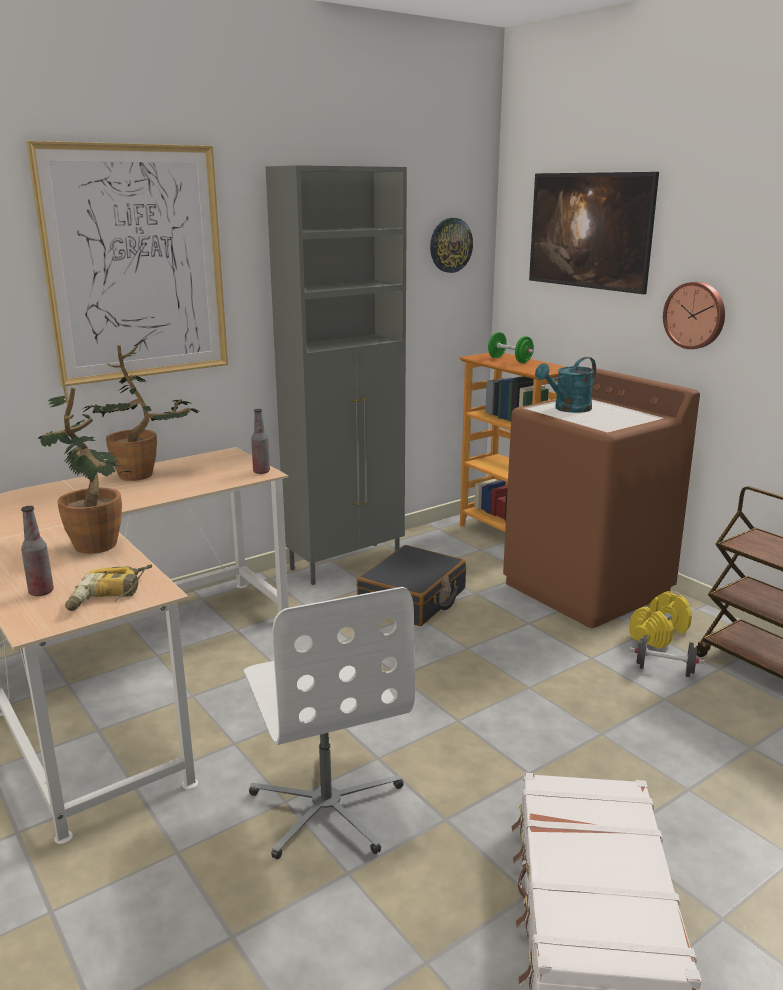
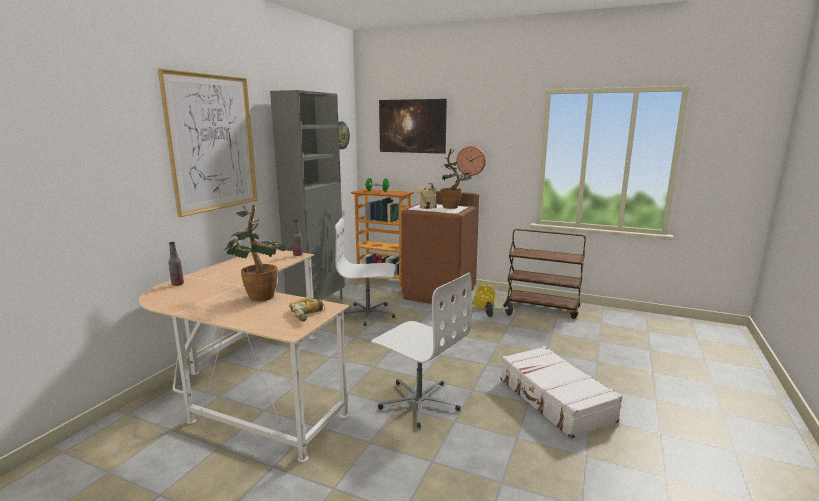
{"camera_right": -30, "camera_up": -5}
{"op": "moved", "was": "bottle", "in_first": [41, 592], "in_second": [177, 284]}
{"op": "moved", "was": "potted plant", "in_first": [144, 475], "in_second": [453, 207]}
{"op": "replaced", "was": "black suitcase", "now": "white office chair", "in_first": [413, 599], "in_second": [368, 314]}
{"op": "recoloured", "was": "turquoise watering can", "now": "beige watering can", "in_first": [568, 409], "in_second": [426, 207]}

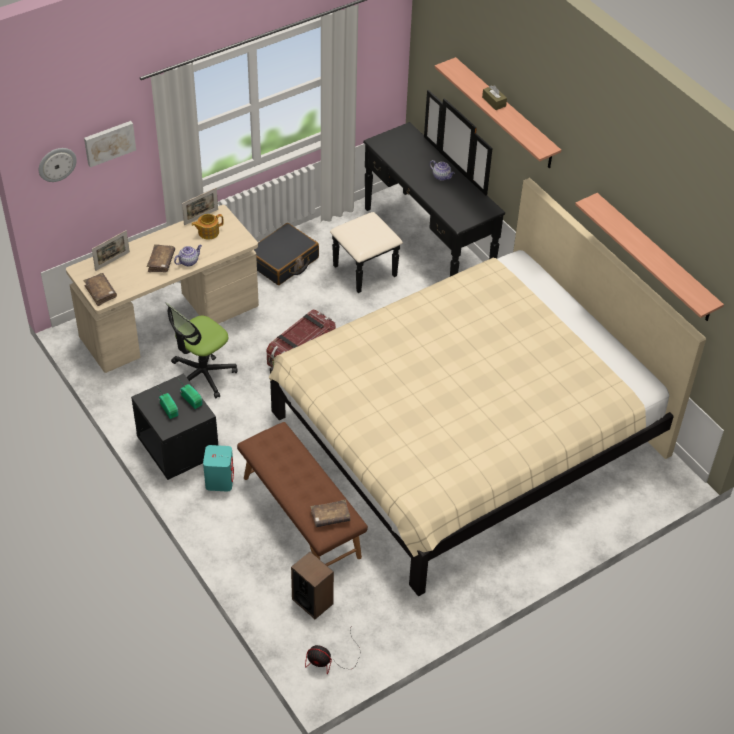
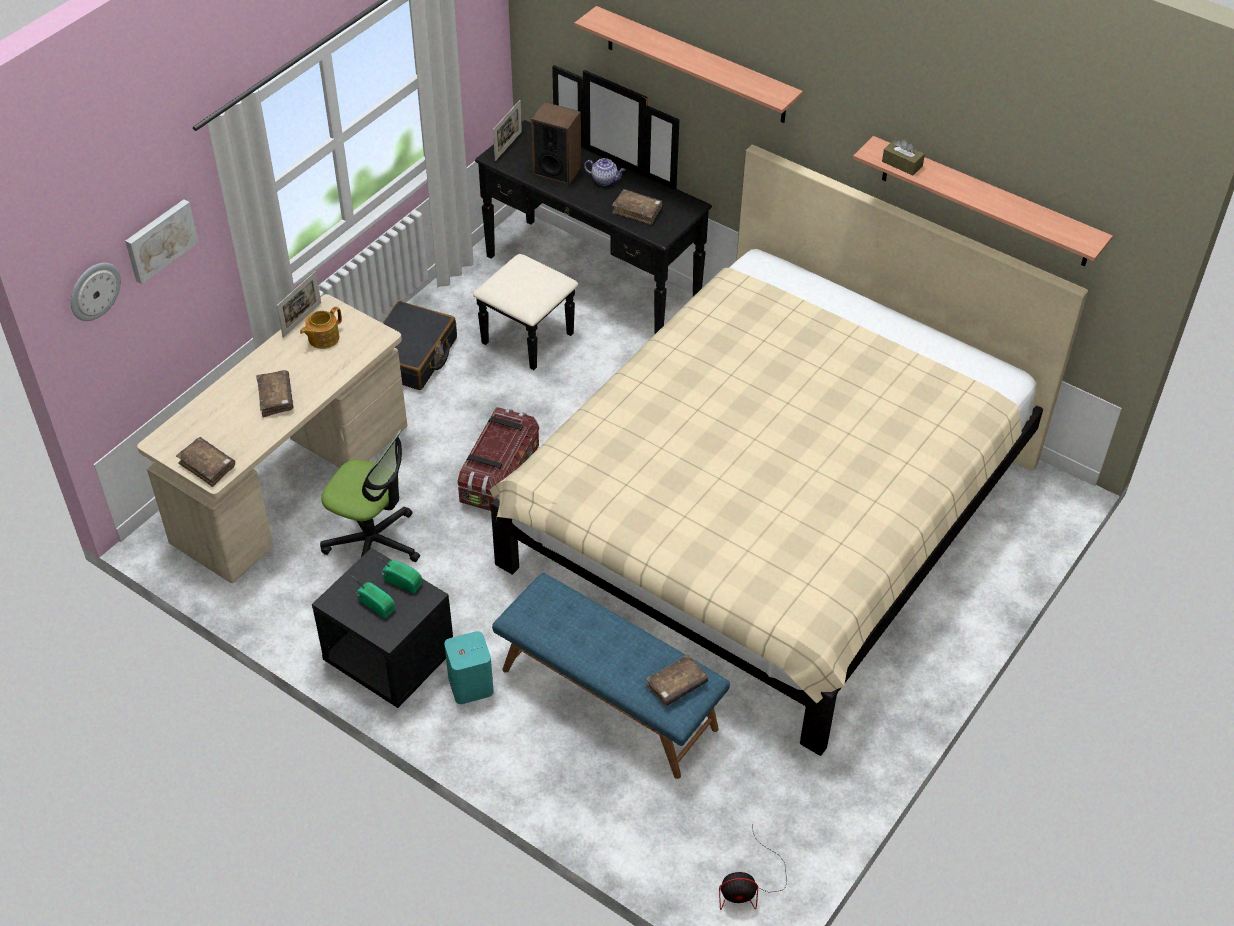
{"camera_right": -20, "camera_up": 0}
{"op": "removed", "was": "teapot", "in_first": [189, 261]}
{"op": "added", "now": "brown book", "in_second": [637, 211]}
{"op": "moved", "was": "picture frame", "in_first": [112, 261], "in_second": [508, 146]}
{"op": "moved", "was": "speaker", "in_first": [312, 601], "in_second": [557, 171]}
{"op": "moved", "was": "brown tissue box", "in_first": [494, 102], "in_second": [902, 164]}
{"op": "recoloured", "was": "brown bench", "now": "blue bench", "in_first": [302, 516], "in_second": [610, 698]}
{"op": "turned", "was": "office chair", "in_first": [202, 375], "in_second": [373, 544], "clockwise": -90}

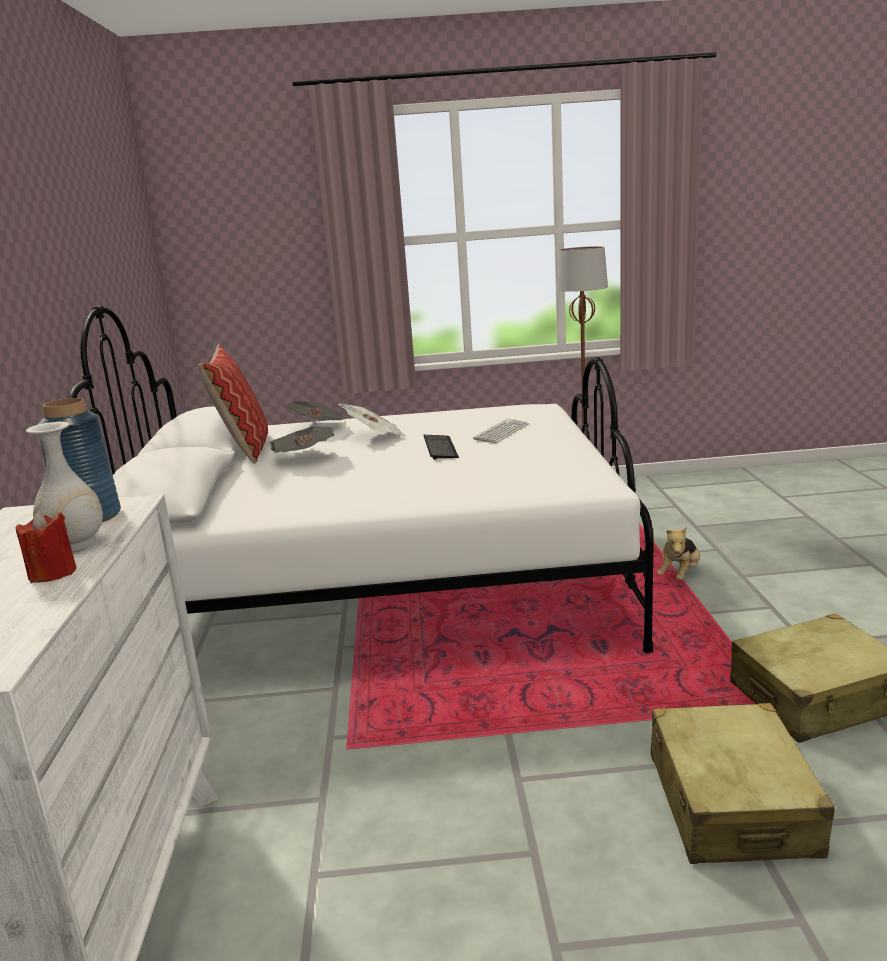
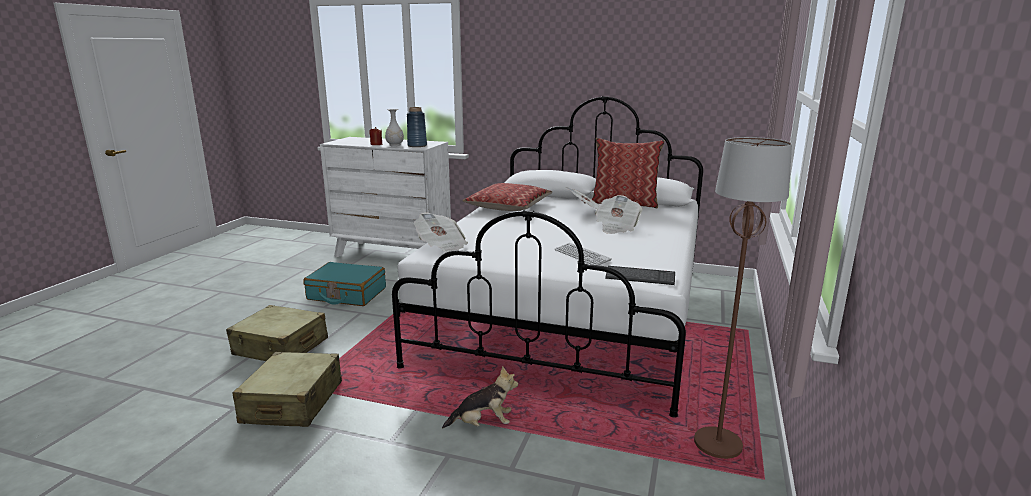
{"camera_right": 110, "camera_up": 0}
{"op": "added", "now": "turquoise suitcase", "in_second": [346, 294]}
{"op": "added", "now": "pillow", "in_second": [508, 206]}
{"op": "moved", "was": "newspaper", "in_first": [319, 427], "in_second": [441, 247]}
{"op": "moved", "was": "keyboard", "in_first": [440, 448], "in_second": [640, 277]}
{"op": "turned", "was": "plush toy", "in_first": [679, 574], "in_second": [483, 424], "clockwise": 120}

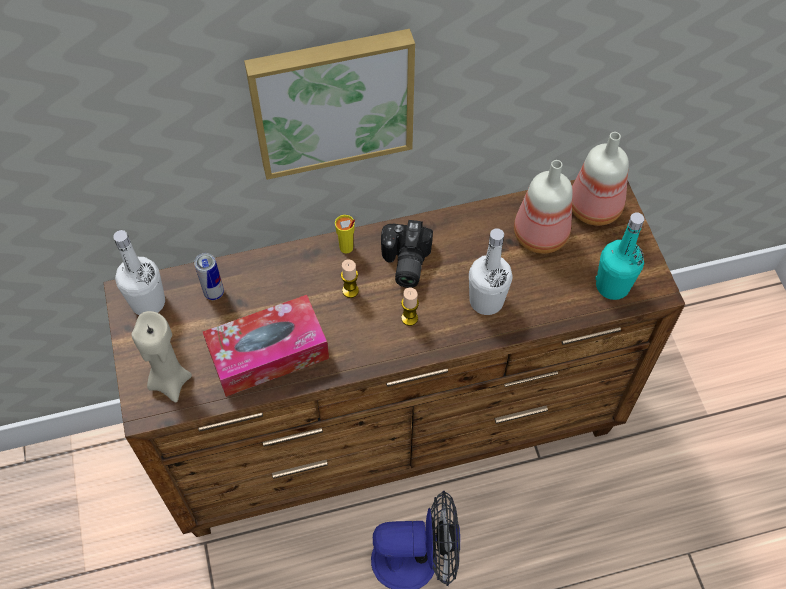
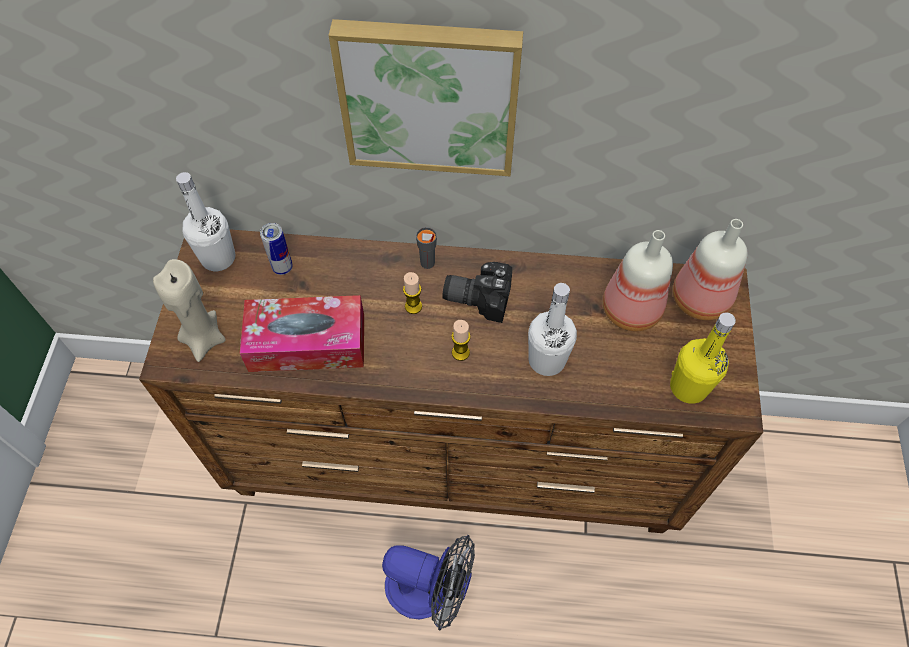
{"camera_right": 20, "camera_up": 0}
{"op": "recoloured", "was": "yellow cup", "now": "grey cup", "in_first": [346, 248], "in_second": [427, 263]}
{"op": "recoloured", "was": "turquoise bottle", "now": "yellow bottle", "in_first": [612, 286], "in_second": [688, 387]}
{"op": "turned", "was": "photo camera", "in_first": [403, 263], "in_second": [478, 295], "clockwise": 75}

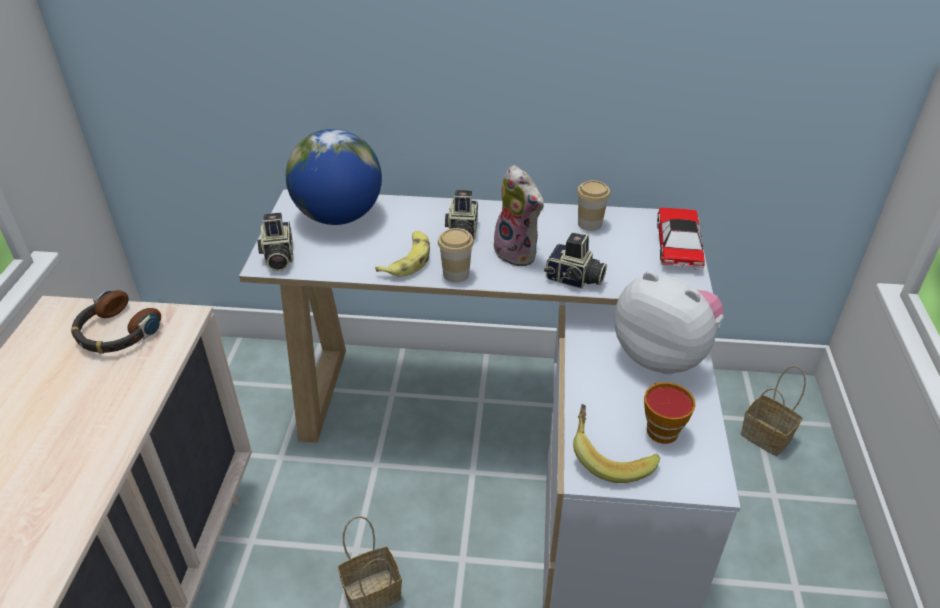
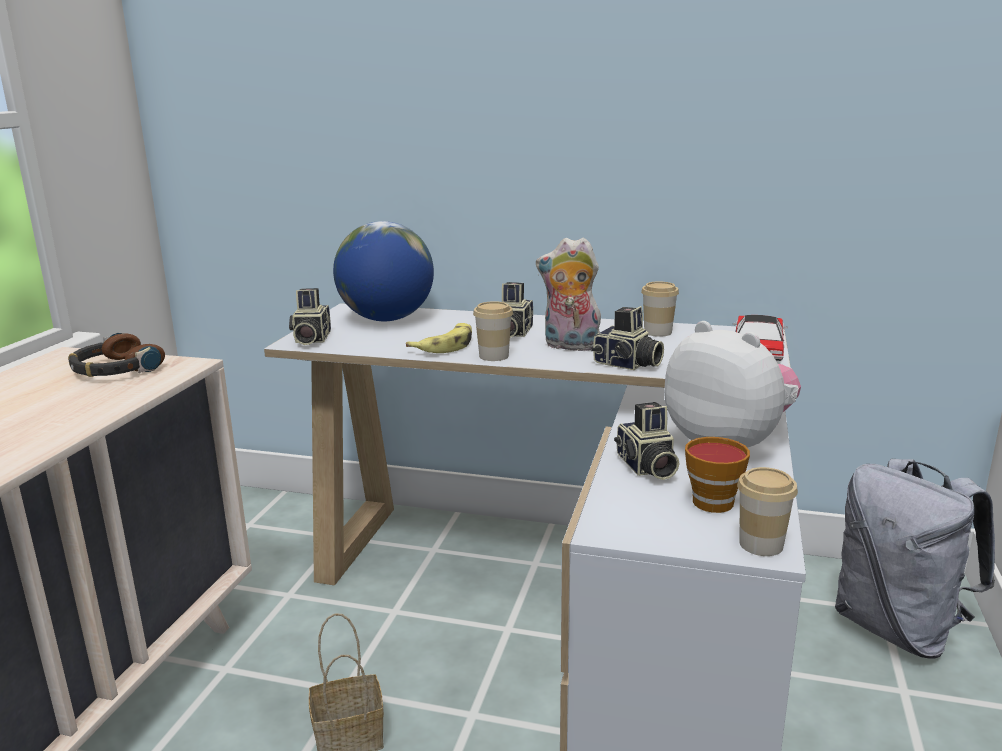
{"camera_right": 10, "camera_up": -20}
{"op": "removed", "was": "banana", "in_first": [610, 456]}
{"op": "added", "now": "photo camera", "in_second": [646, 467]}
{"op": "added", "now": "cup", "in_second": [761, 544]}
{"op": "replaced", "was": "basket", "now": "grey backpack", "in_first": [767, 437], "in_second": [898, 629]}
{"op": "turned", "was": "plush toy", "in_first": [518, 253], "in_second": [570, 346], "clockwise": 135}

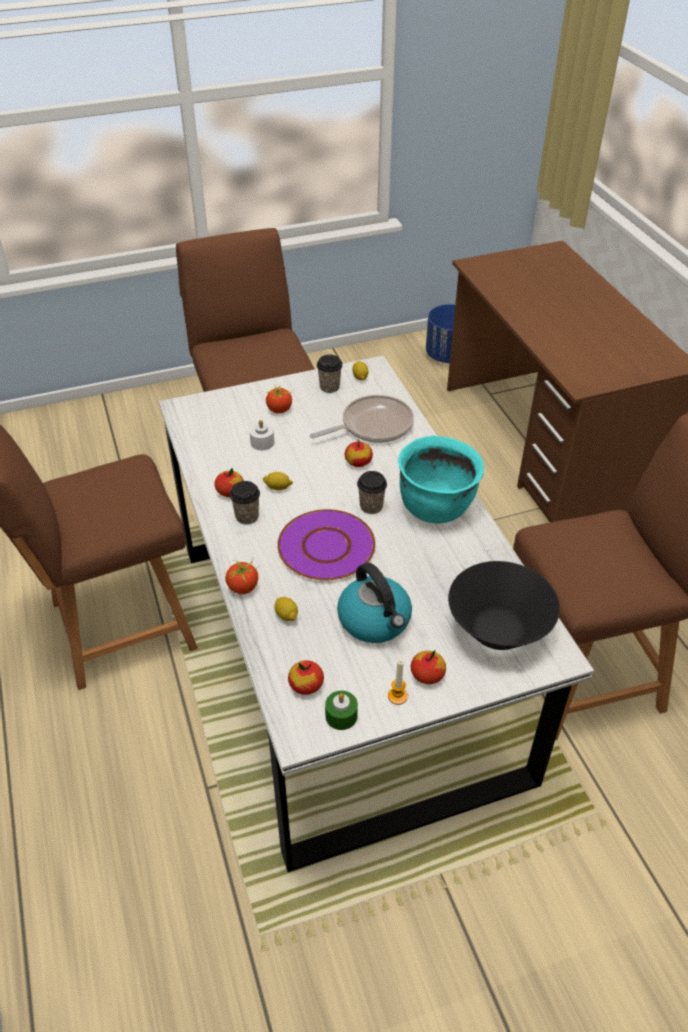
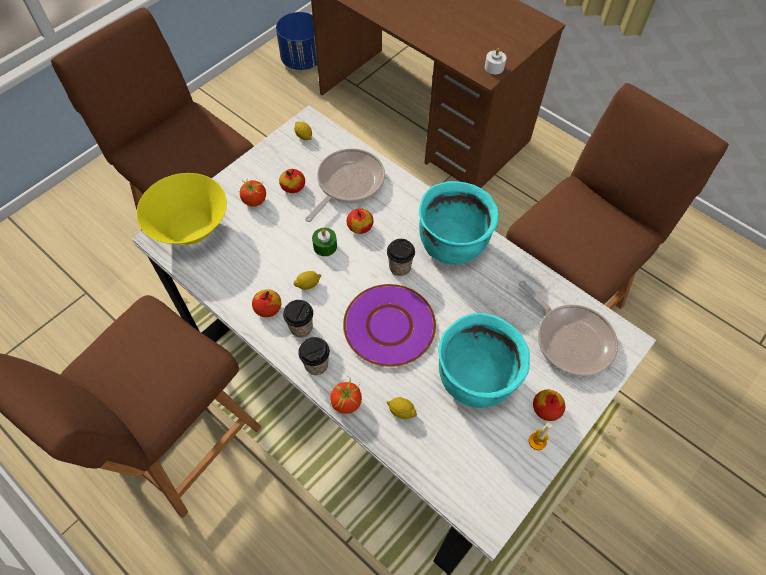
{"camera_right": -30, "camera_up": 15}
{"op": "added", "now": "yellow bowl", "in_second": [191, 229]}
{"op": "moved", "was": "white candle", "in_first": [262, 442], "in_second": [494, 67]}
{"op": "moved", "was": "apple", "in_first": [306, 685], "in_second": [293, 187]}
{"op": "moved", "was": "cup", "in_first": [329, 387], "in_second": [316, 365]}
{"op": "moved", "was": "green candle", "in_first": [341, 716], "in_second": [325, 246]}
{"op": "replaced", "was": "kettle", "now": "turquoise cooking pot", "in_first": [375, 620], "in_second": [475, 379]}
{"op": "replaced", "was": "black bowl", "now": "frying pan", "in_first": [498, 630], "in_second": [570, 339]}

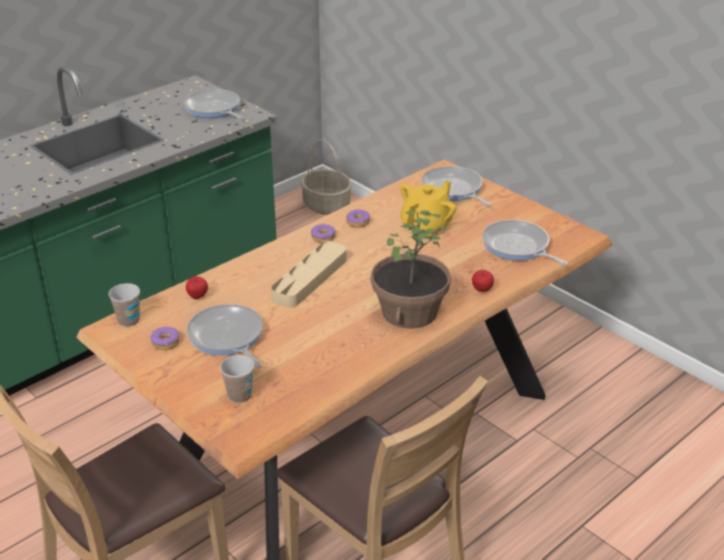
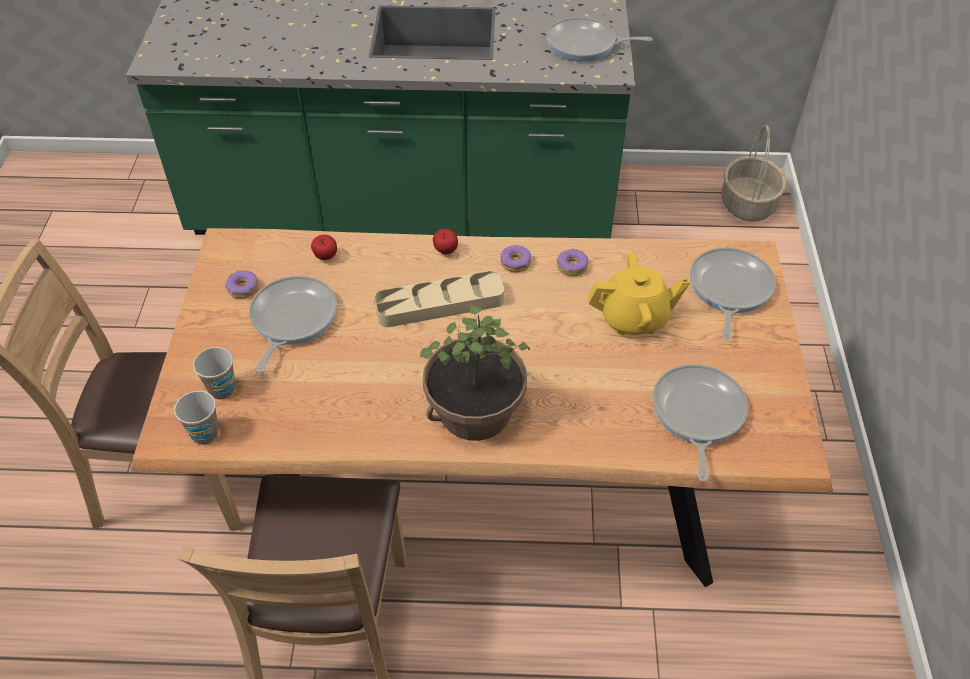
{"camera_right": 45, "camera_up": 15}
{"op": "moved", "was": "cup", "in_first": [129, 321], "in_second": [205, 434]}
{"op": "moved", "was": "apple", "in_first": [482, 291], "in_second": [445, 252]}
{"op": "turned", "was": "frying pan", "in_first": [214, 109], "in_second": [585, 45], "clockwise": -90}

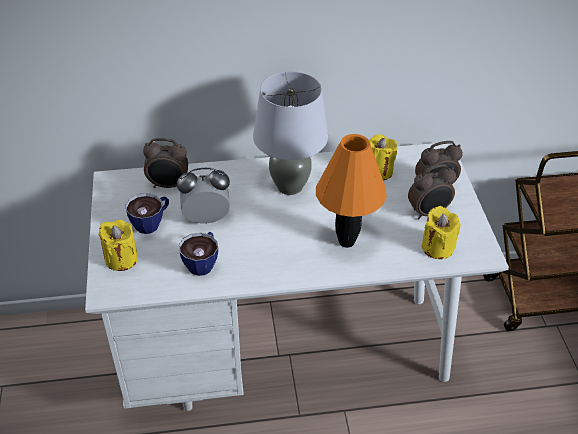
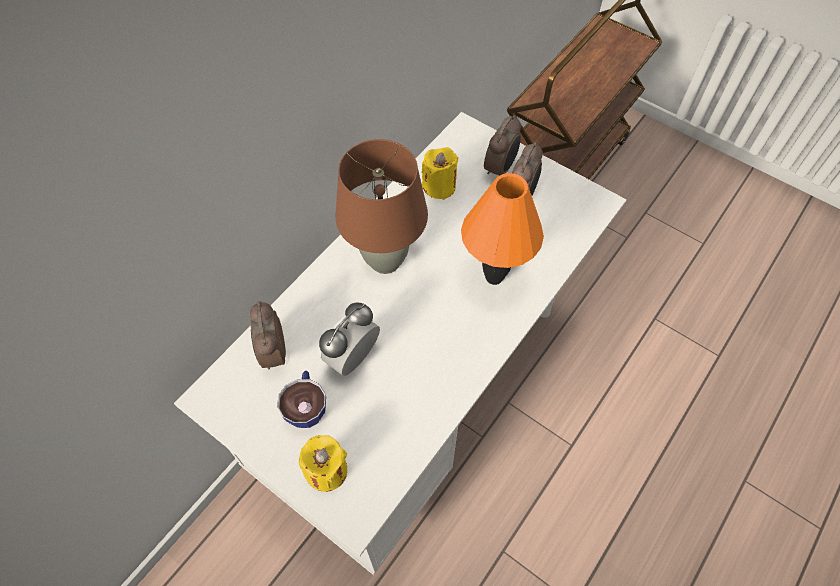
{"camera_right": -45, "camera_up": 15}
{"op": "removed", "was": "cup", "in_first": [203, 262]}
{"op": "removed", "was": "yellow candle", "in_first": [437, 247]}
{"op": "recoloured", "was": "grey table lamp", "now": "brown table lamp", "in_first": [290, 186], "in_second": [385, 261]}
{"op": "turned", "was": "alarm clock", "in_first": [168, 185], "in_second": [273, 353], "clockwise": 120}

